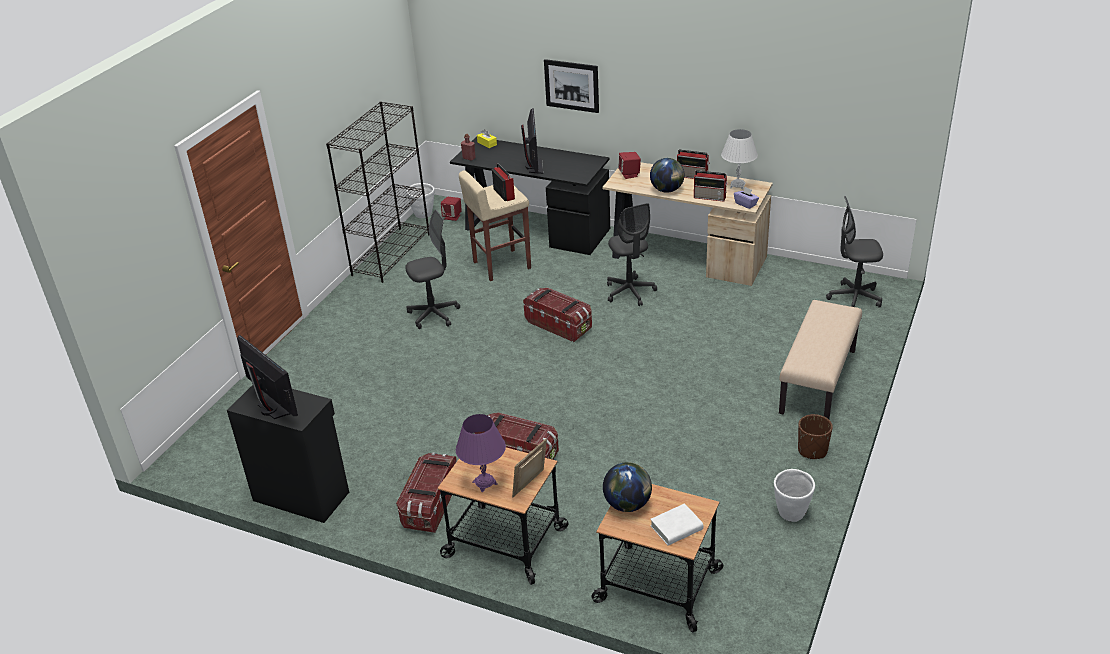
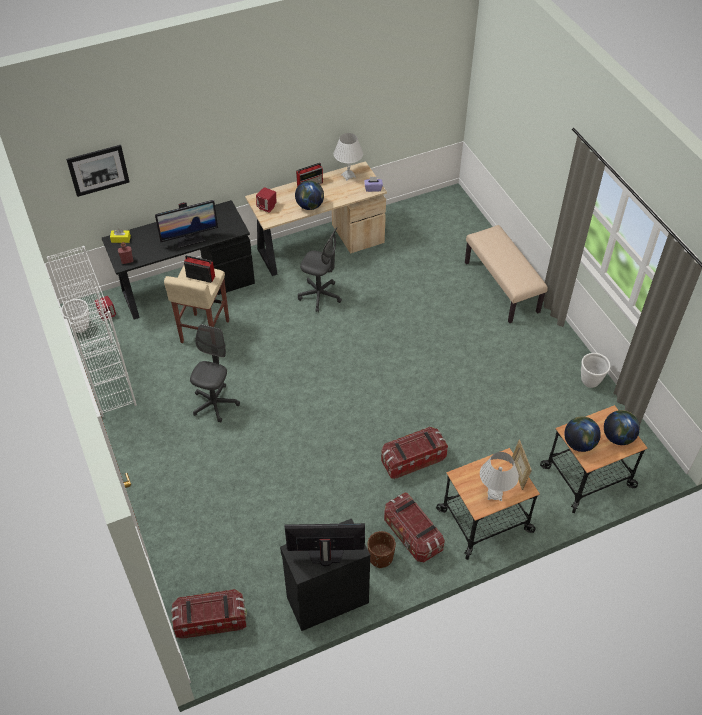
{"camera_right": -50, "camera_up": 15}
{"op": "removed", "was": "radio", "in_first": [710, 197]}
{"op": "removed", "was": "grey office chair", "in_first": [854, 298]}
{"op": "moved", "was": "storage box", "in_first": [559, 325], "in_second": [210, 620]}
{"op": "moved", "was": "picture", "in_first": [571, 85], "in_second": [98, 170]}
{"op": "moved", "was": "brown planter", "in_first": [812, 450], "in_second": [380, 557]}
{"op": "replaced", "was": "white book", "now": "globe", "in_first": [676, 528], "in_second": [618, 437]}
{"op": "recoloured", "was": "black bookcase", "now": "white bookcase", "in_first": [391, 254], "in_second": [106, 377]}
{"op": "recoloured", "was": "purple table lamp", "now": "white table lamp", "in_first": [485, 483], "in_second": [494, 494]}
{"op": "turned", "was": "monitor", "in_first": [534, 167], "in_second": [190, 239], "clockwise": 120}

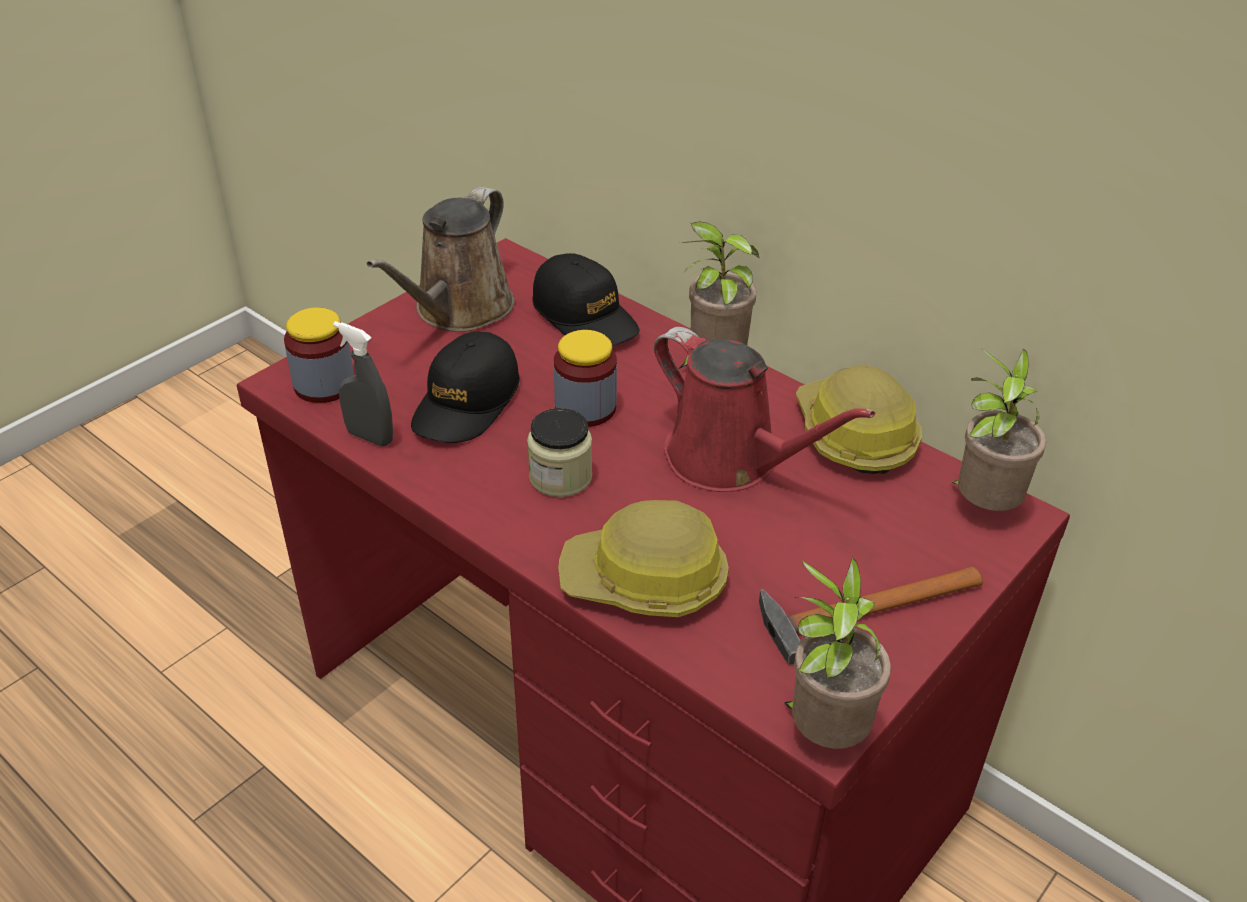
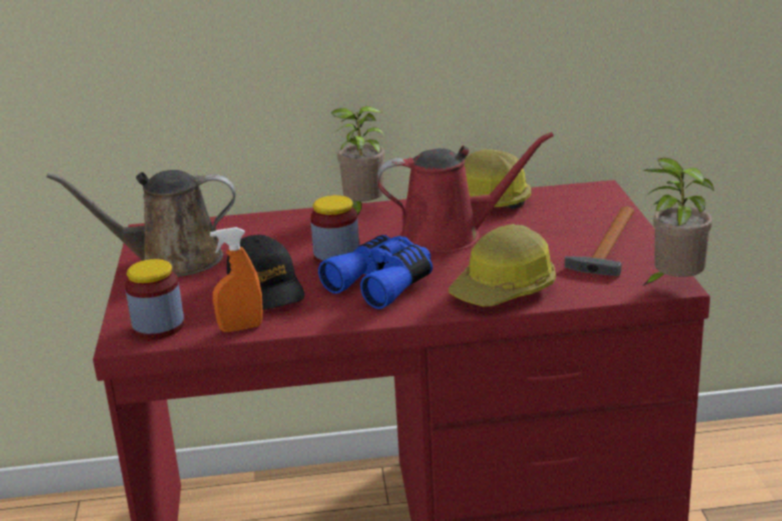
{"camera_right": -45, "camera_up": -15}
{"op": "removed", "was": "black cap", "in_first": [585, 316]}
{"op": "removed", "was": "potted plant", "in_first": [981, 506]}
{"op": "replaced", "was": "jar", "now": "blue binoculars", "in_first": [560, 477], "in_second": [383, 283]}
{"op": "recoloured", "was": "grey spray bottle", "now": "orange spray bottle", "in_first": [370, 437], "in_second": [241, 328]}
{"op": "turned", "was": "brown watering can", "in_first": [459, 310], "in_second": [172, 261], "clockwise": 105}

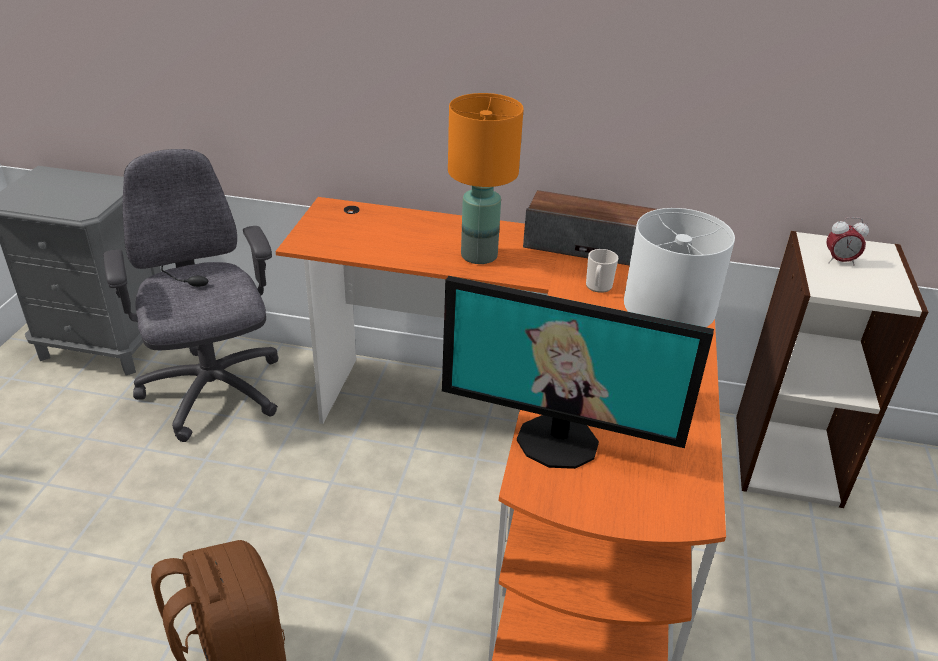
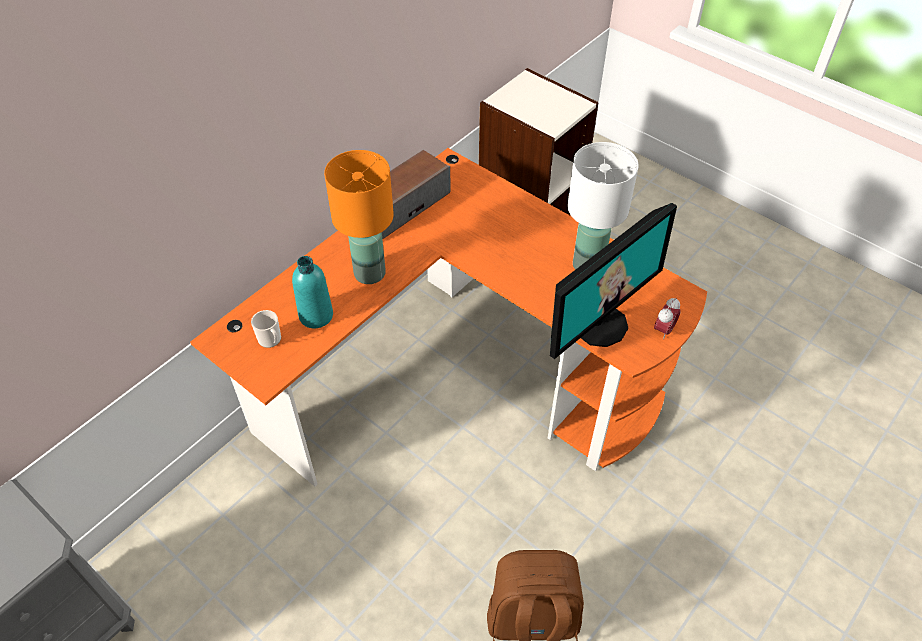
{"camera_right": -60, "camera_up": 15}
{"op": "removed", "was": "grey office chair", "in_first": [213, 393]}
{"op": "added", "now": "turquoise bottle", "in_second": [316, 315]}
{"op": "moved", "was": "mug", "in_first": [598, 287], "in_second": [271, 340]}
{"op": "moved", "was": "alarm clock", "in_first": [839, 261], "in_second": [663, 330]}

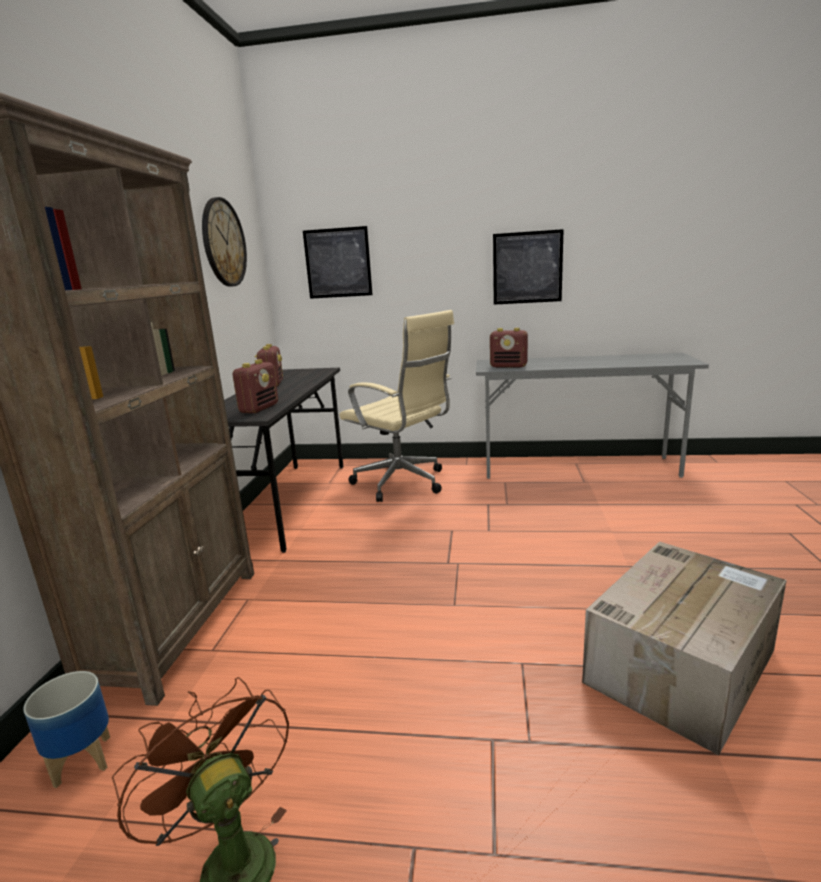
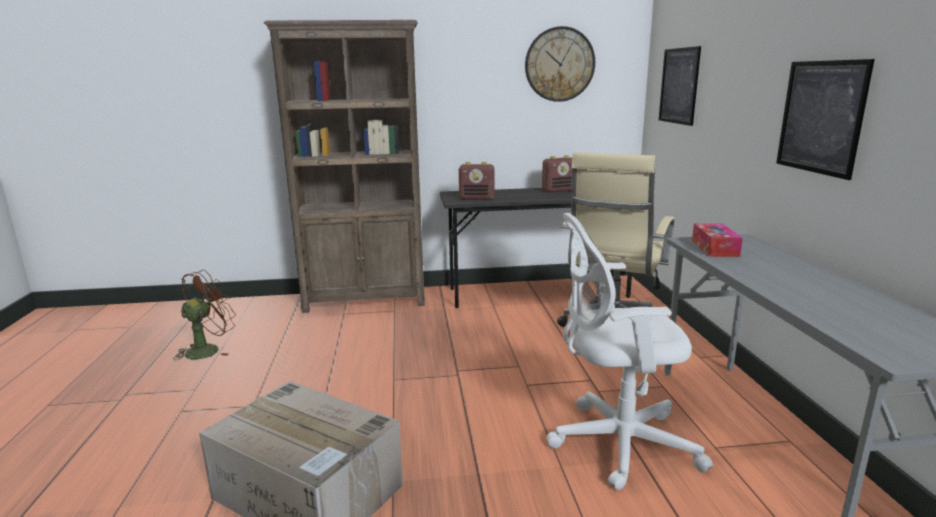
{"camera_right": 75, "camera_up": 0}
{"op": "removed", "was": "planter", "in_first": [83, 761]}
{"op": "added", "now": "white office chair", "in_second": [616, 443]}
{"op": "replaced", "was": "radio", "now": "tissue box", "in_first": [509, 366], "in_second": [714, 248]}

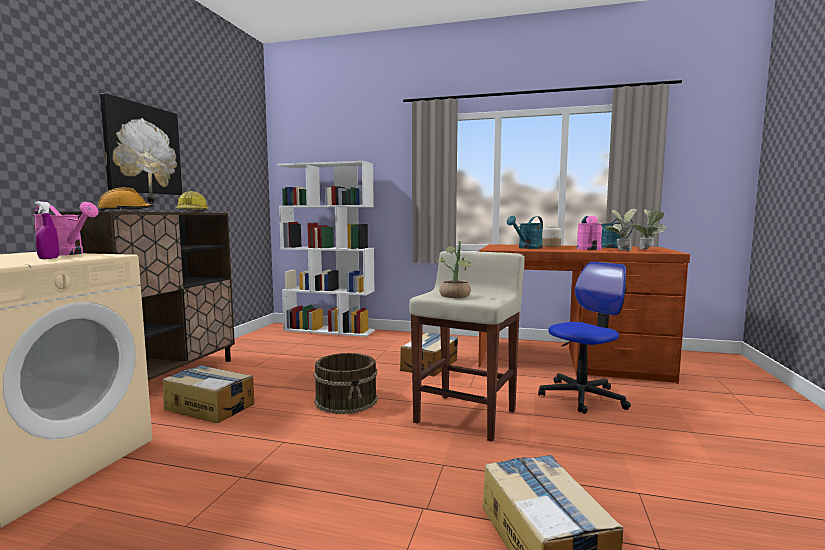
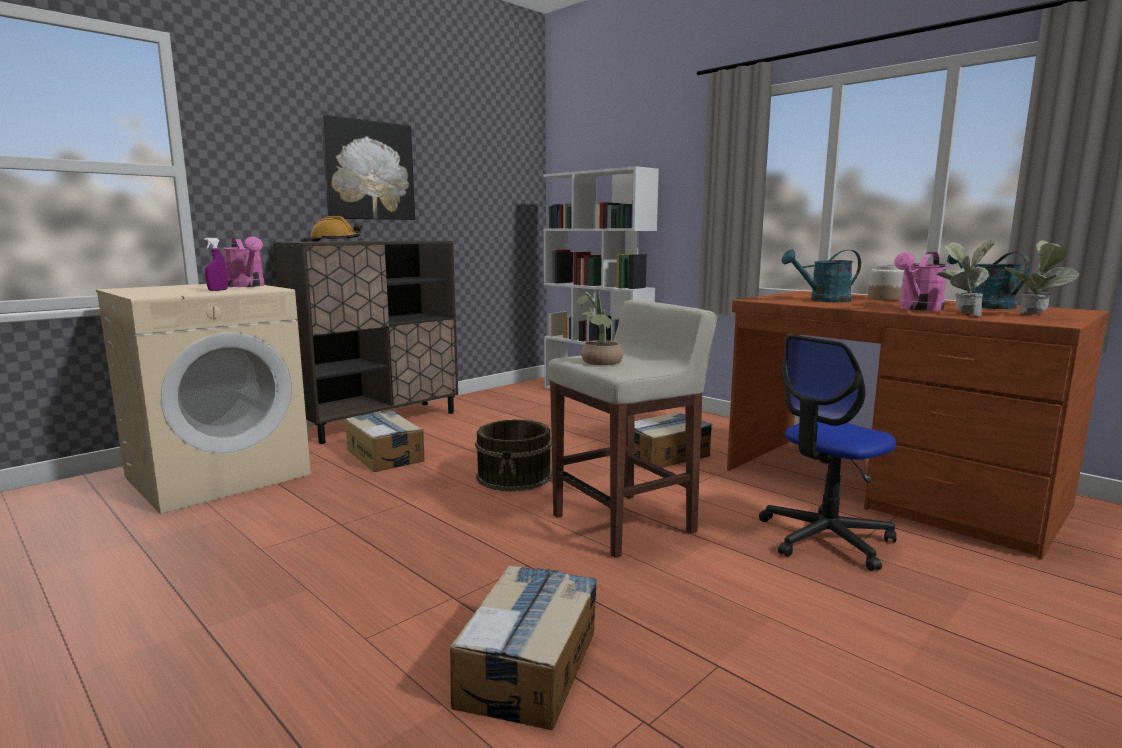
{"camera_right": 30, "camera_up": 5}
{"op": "removed", "was": "hard hat", "in_first": [192, 212]}
{"op": "turned", "was": "office chair", "in_first": [582, 397], "in_second": [825, 539], "clockwise": 150}

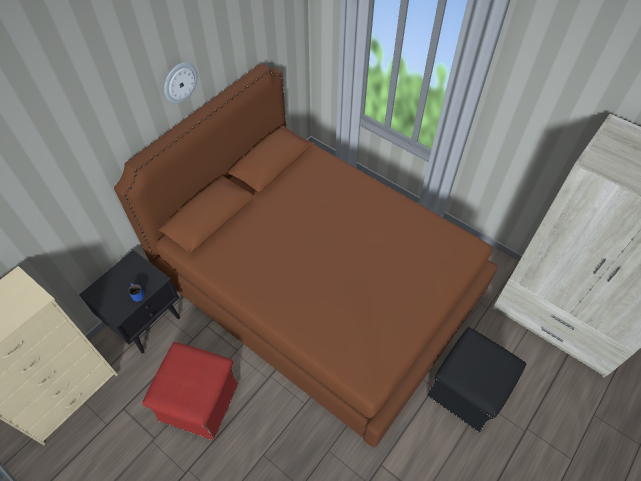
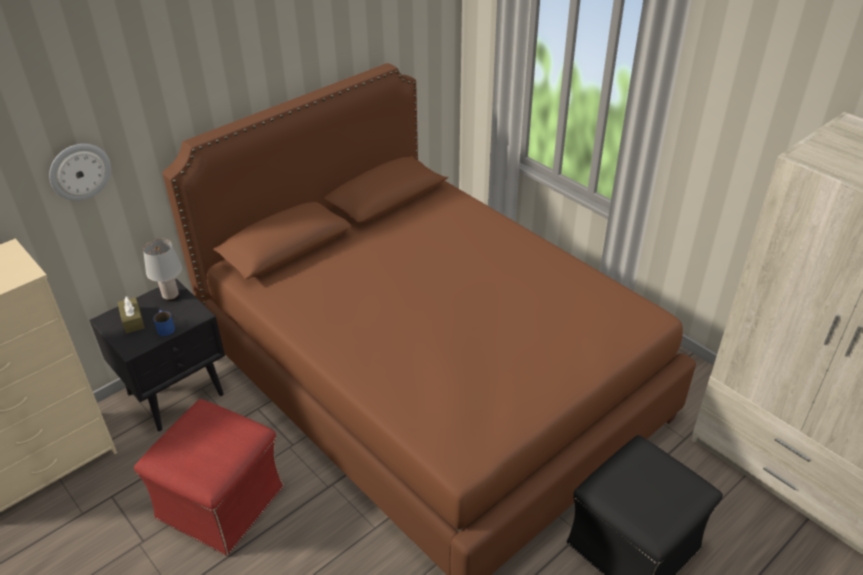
{"camera_right": 10, "camera_up": -15}
{"op": "added", "now": "brown tissue box", "in_second": [132, 320]}
{"op": "added", "now": "grey table lamp", "in_second": [170, 295]}
{"op": "moved", "was": "wall clock", "in_first": [180, 82], "in_second": [79, 171]}

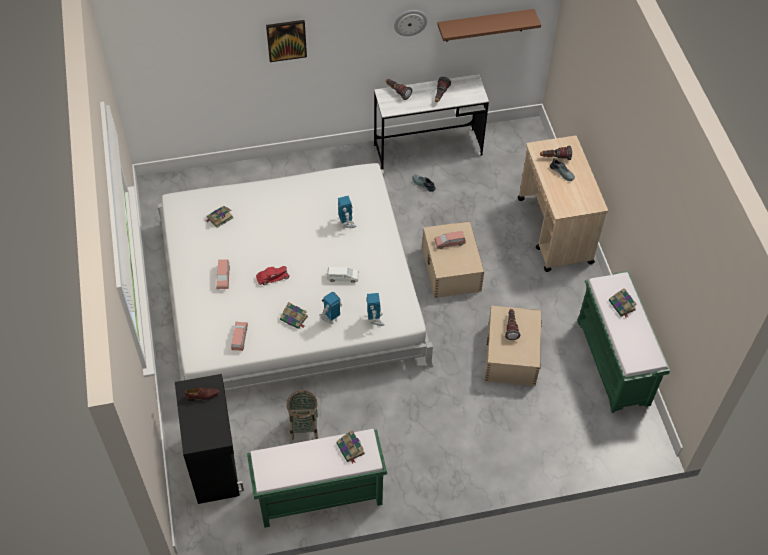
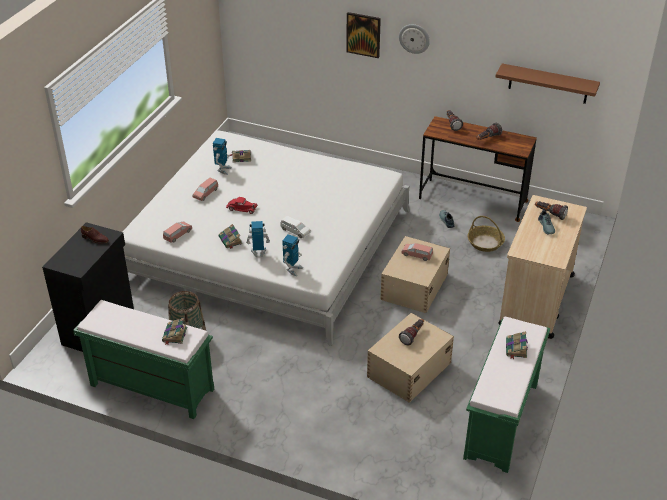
{"camera_right": 35, "camera_up": -15}
{"op": "added", "now": "basket", "in_second": [485, 243]}
{"op": "moved", "was": "toy robot", "in_first": [347, 223], "in_second": [223, 170]}
{"op": "moved", "was": "wall clock", "in_first": [410, 22], "in_second": [414, 38]}
{"op": "recoloured", "was": "white desk", "now": "brown desk", "in_first": [428, 150], "in_second": [473, 200]}

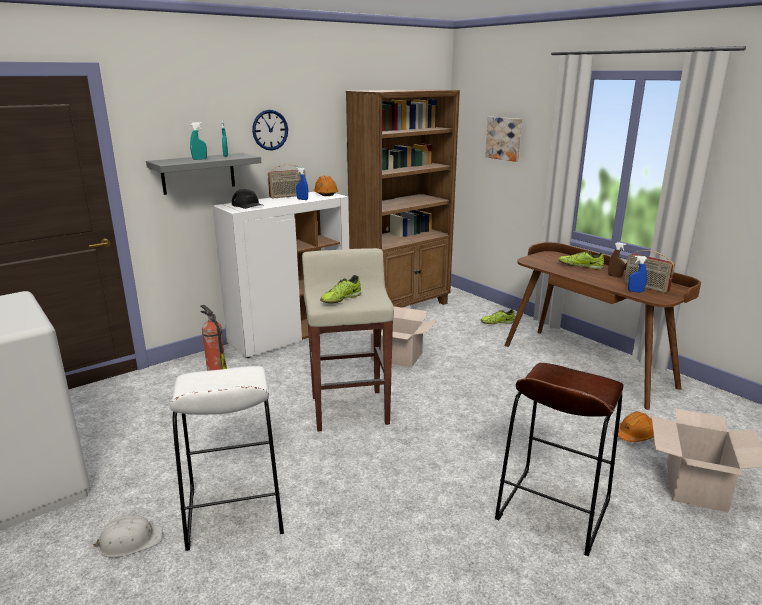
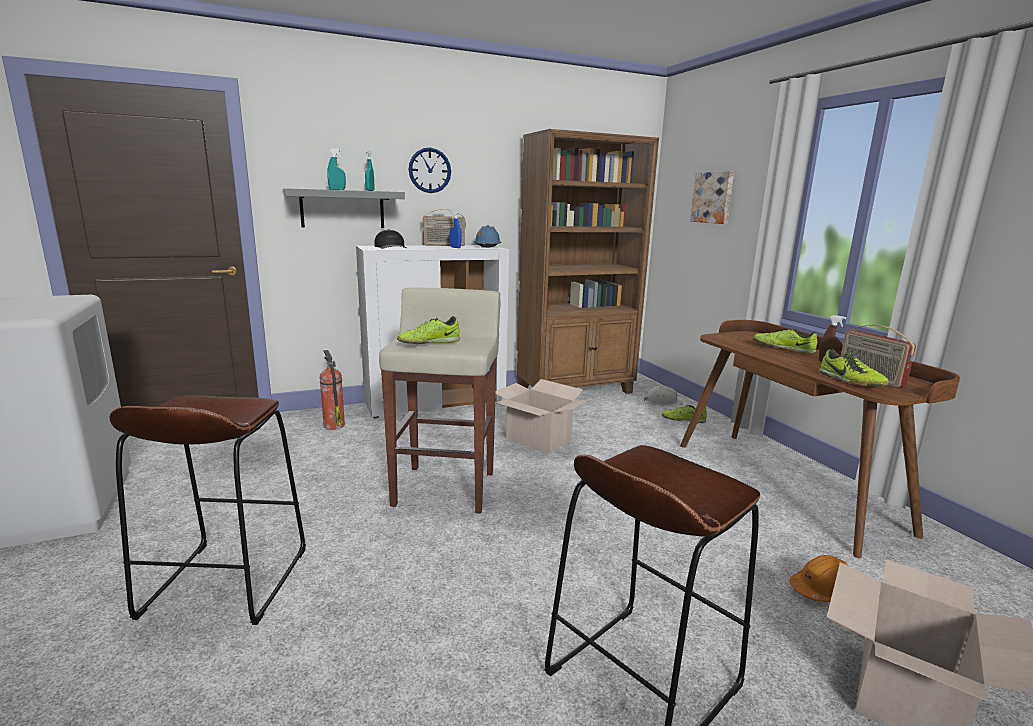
{"camera_right": 15, "camera_up": -5}
{"op": "moved", "was": "white hard hat", "in_first": [130, 541], "in_second": [663, 402]}
{"op": "replaced", "was": "blue spray bottle", "now": "shoe", "in_first": [635, 291], "in_second": [850, 381]}
{"op": "recoloured", "was": "white stool", "now": "brown stool", "in_first": [234, 511], "in_second": [225, 582]}
{"op": "recoloured", "was": "orange hard hat", "now": "blue hard hat", "in_first": [325, 194], "in_second": [487, 246]}

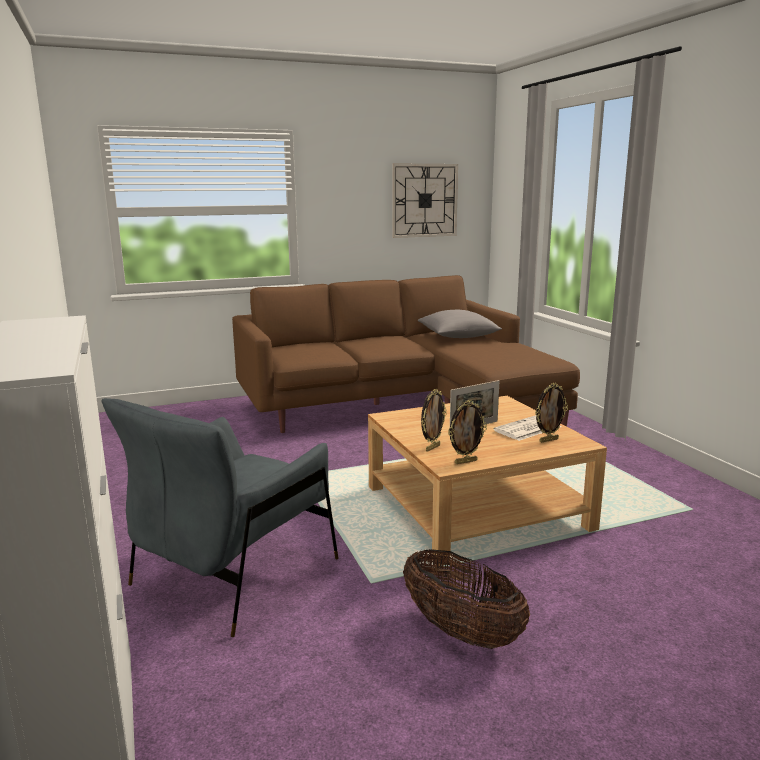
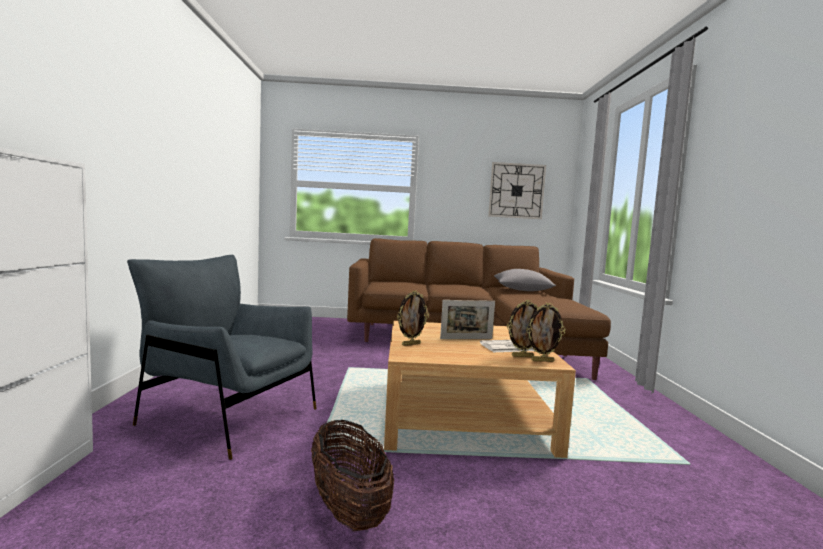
{"camera_right": 20, "camera_up": -10}
{"op": "moved", "was": "picture frame", "in_first": [465, 461], "in_second": [542, 360]}
{"op": "turned", "was": "grey armchair", "in_first": [234, 573], "in_second": [229, 416], "clockwise": 60}

